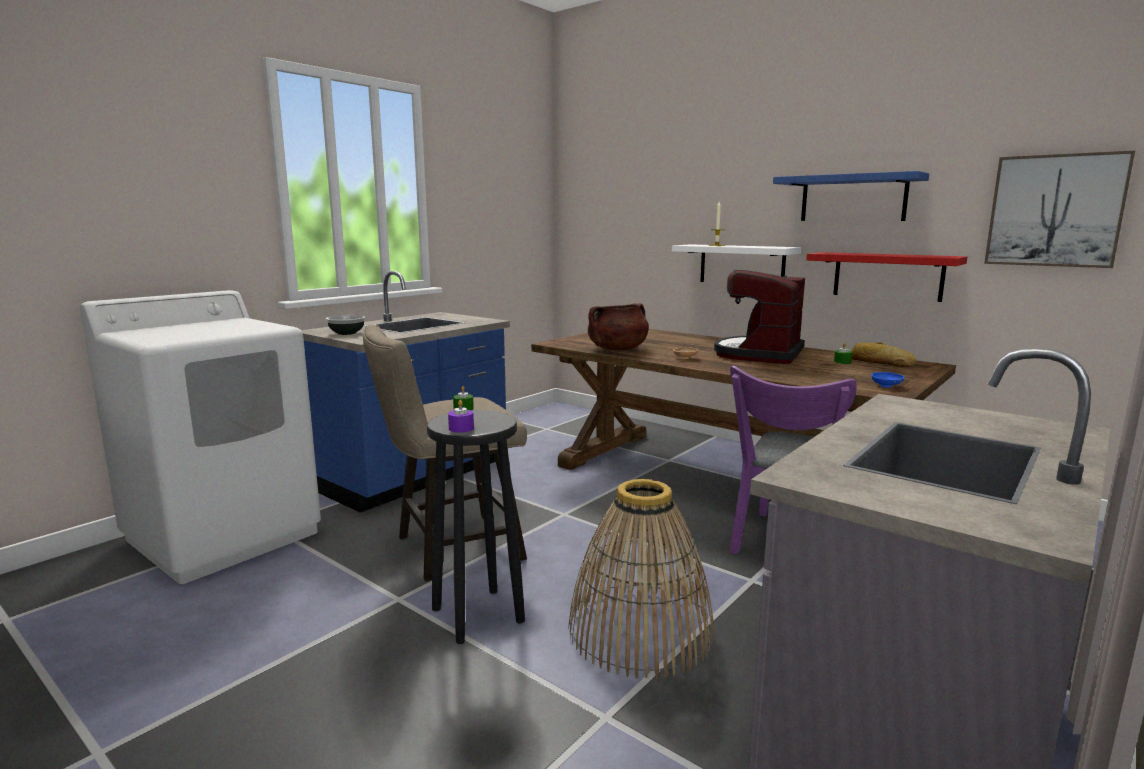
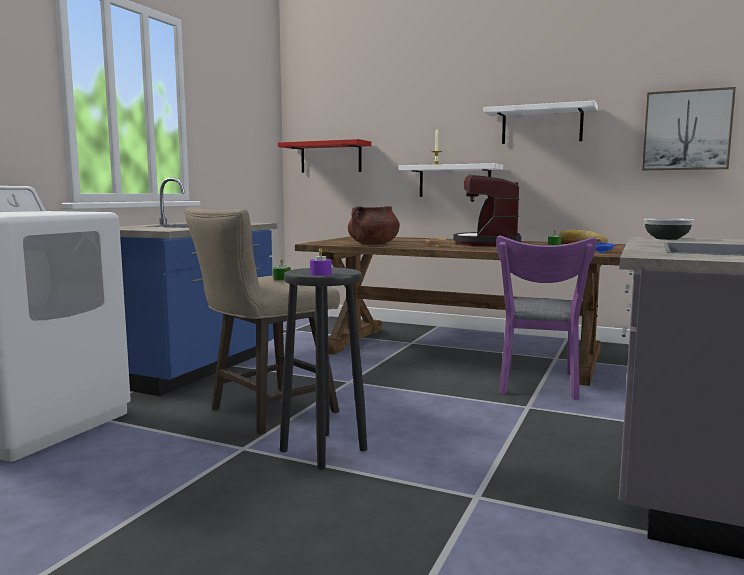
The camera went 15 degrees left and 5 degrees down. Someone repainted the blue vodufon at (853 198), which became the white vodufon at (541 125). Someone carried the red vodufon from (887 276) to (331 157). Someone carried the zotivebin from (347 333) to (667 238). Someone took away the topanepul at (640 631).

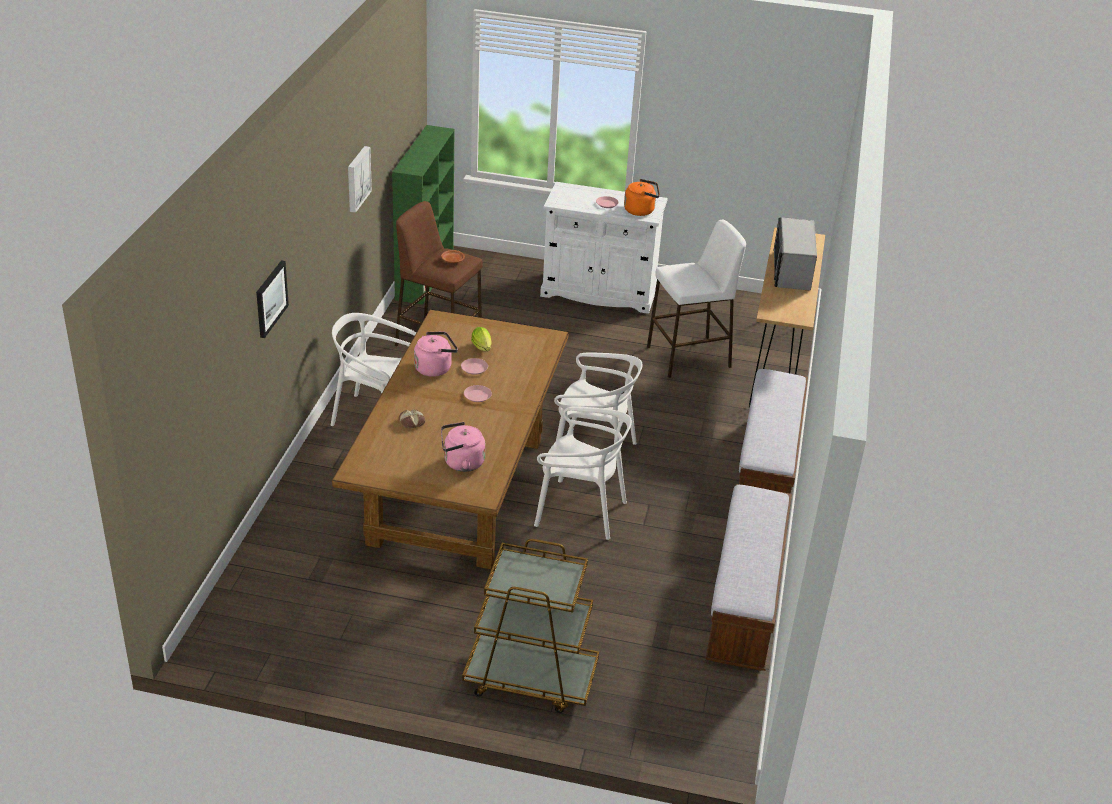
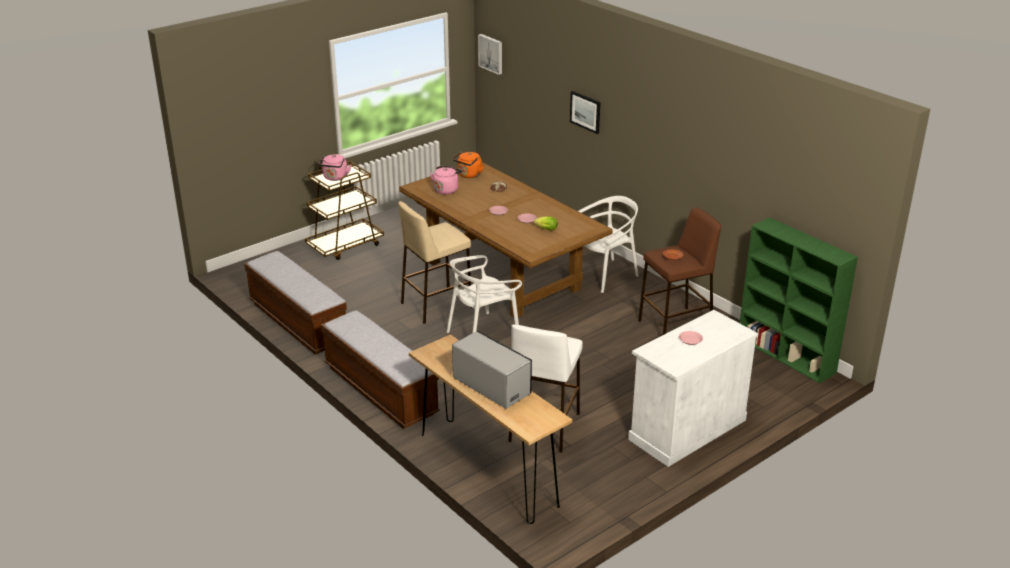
The camera went 130 degrees right and 5 degrees down. Someone carried the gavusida from (357 178) to (491 53). Someone carried the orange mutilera from (641 210) to (468 175). Someone carried the pink mutilera from (435 368) to (335 178). Someone swapped the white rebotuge at (580 511) for the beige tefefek at (436 305).

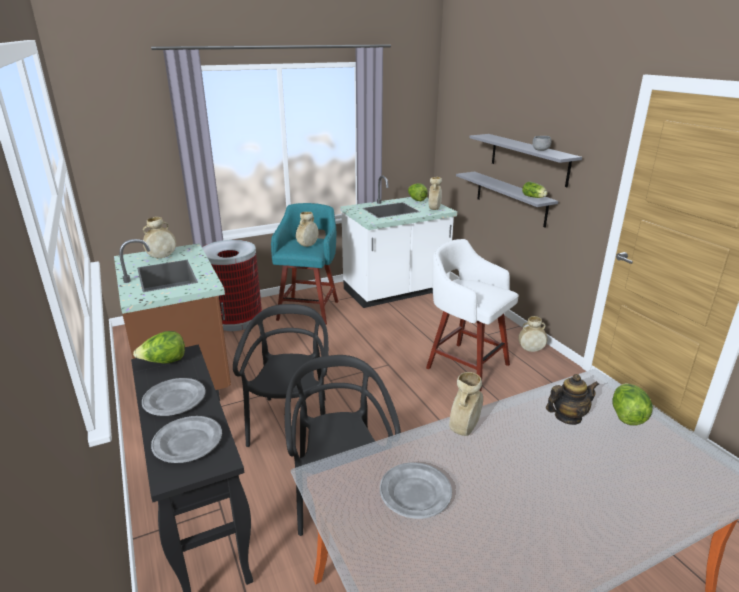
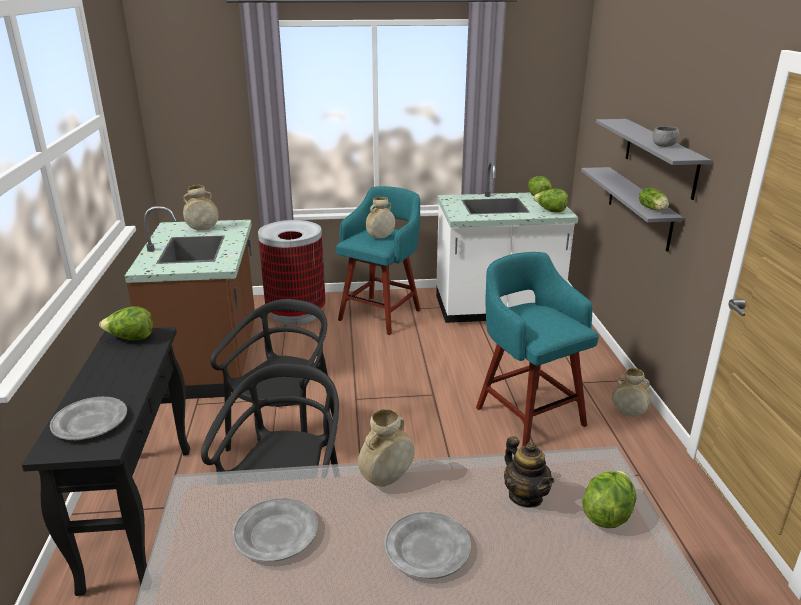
The camera went 20 degrees right and 0 degrees up. Someone swapped the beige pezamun at (434 209) for the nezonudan at (550 211). Someone repainted the white tefefek at (465 365), which became the turquoise tefefek at (528 414). Someone rotated the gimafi at (567 417) by 60 degrees clockwise. Someone carried the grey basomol from (174 399) to (427 548).

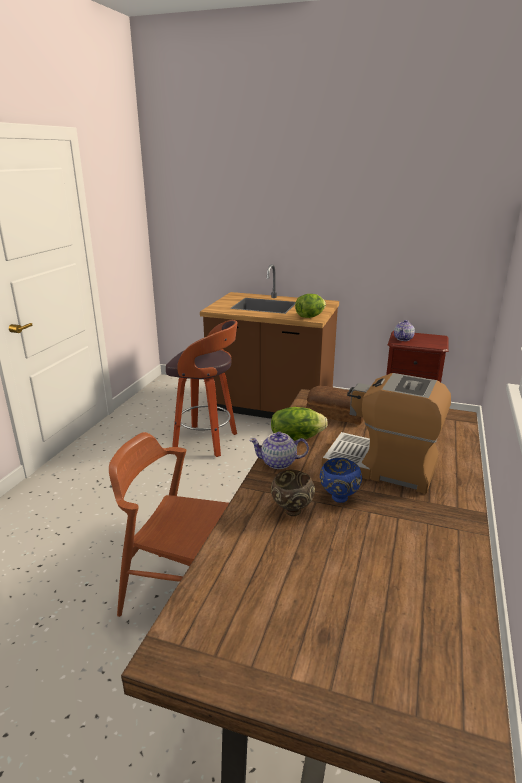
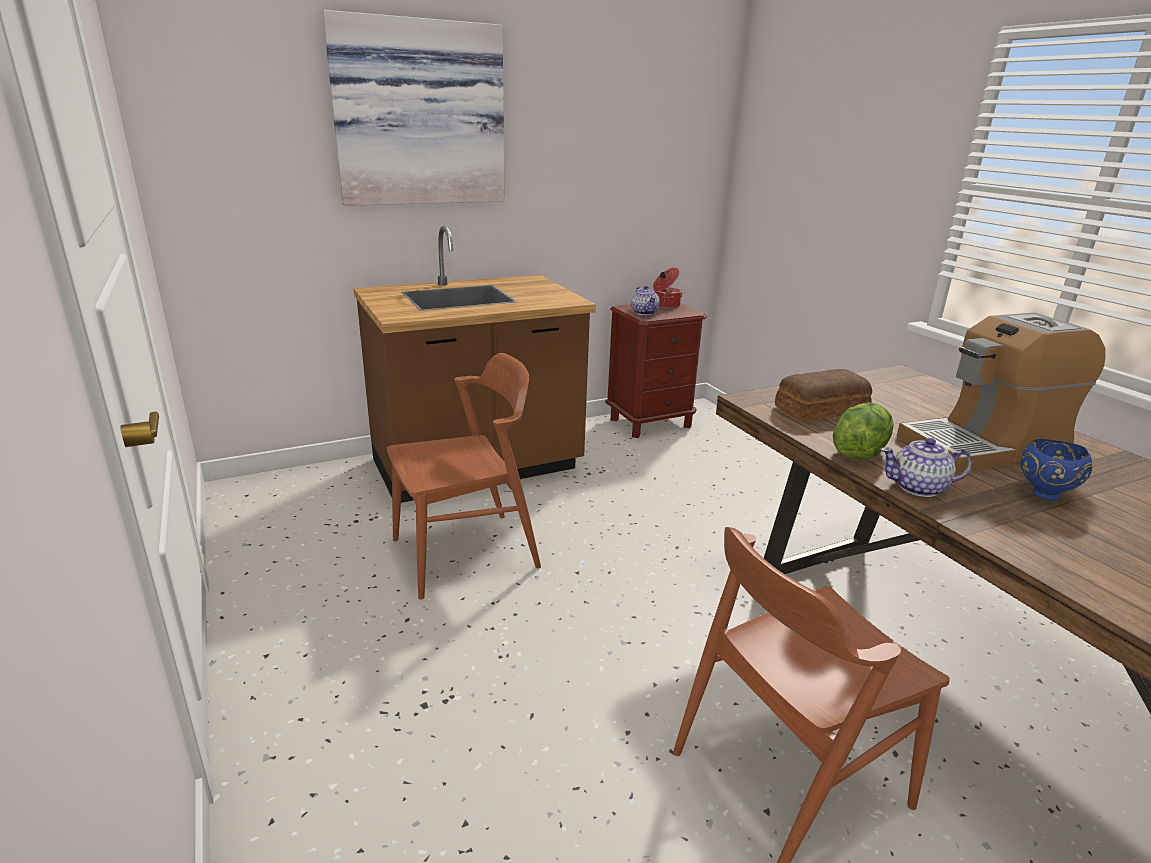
The camera went 45 degrees left and 0 degrees up. Someone took away the nezonudan at (310 317). Someone swapped the tefefek at (207 441) for the brown rebotuge at (466 553). Someone rotated the gimafi at (279 463) by 45 degrees clockwise. Someone took away the brown zotivebin at (291 511). Someone put up the gavusida at (419 114). Someone put down the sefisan at (665 305).

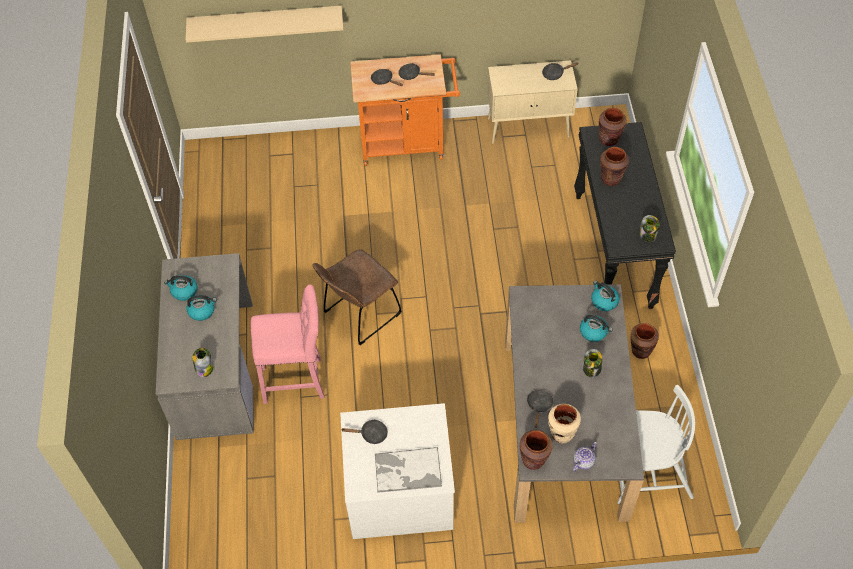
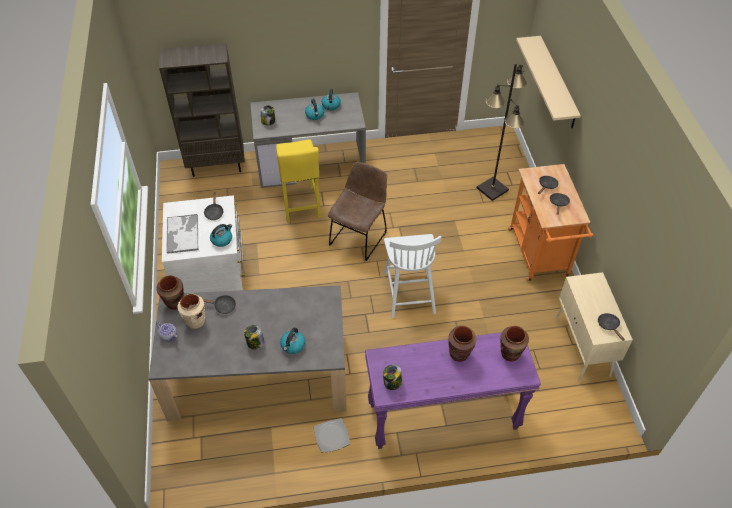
The camera went 85 degrees right and 5 degrees down. Someone repainted the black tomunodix at (614 251), which became the purple tomunodix at (442 417). Someone rotated the brown rebotuge at (359 315) by 75 degrees clockwise. Someone carried the mutilera from (604 301) to (222 239). Someone repainted the pink tefefek at (297 381), which became the yellow tefefek at (301 206). Someone swapped the brown pezamun at (640 351) for the basomol at (331 436). Someone carried the white rebotuge from (648 474) to (409 291). Someone put down the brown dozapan at (217 166). Someone put down the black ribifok at (493 189).

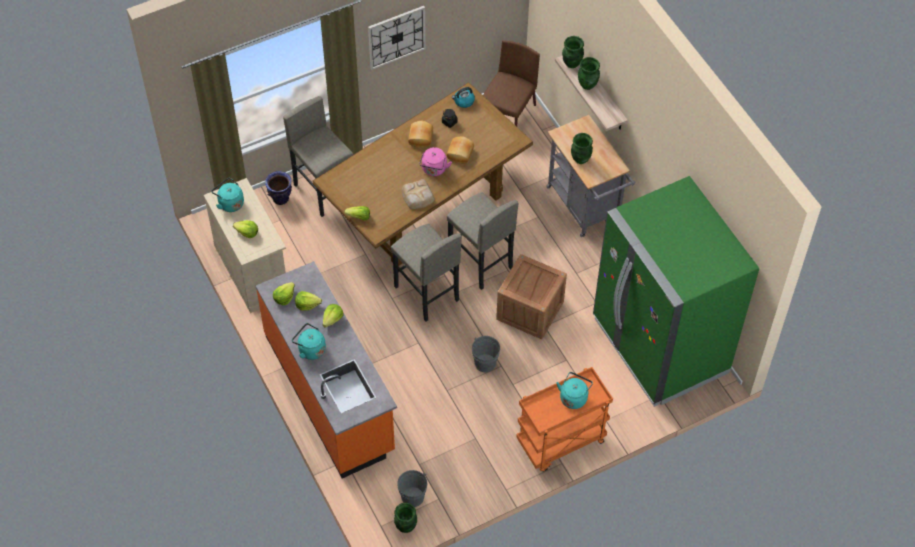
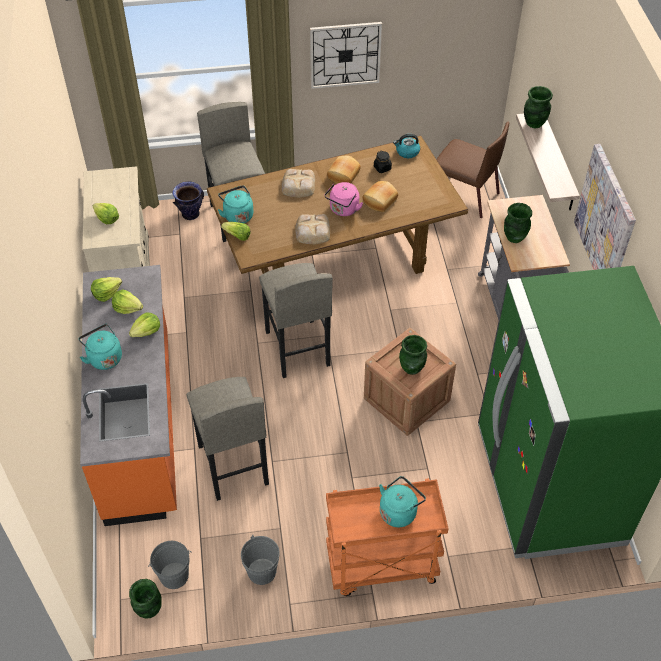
The camera went 20 degrees right and 5 degrees down. Someone rotated the brown rebotuge at (508 116) by 75 degrees clockwise. Someone carried the green pezamun from (588 85) to (412 368). Someone carried the turquoise mutilera from (229 203) to (237 215). Someone carried the grey tefefek from (480 262) to (232 465). Someone carried the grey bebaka from (485 363) to (262 571). Someone put up the gavusida at (605 220). Someone put down the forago at (298 186).

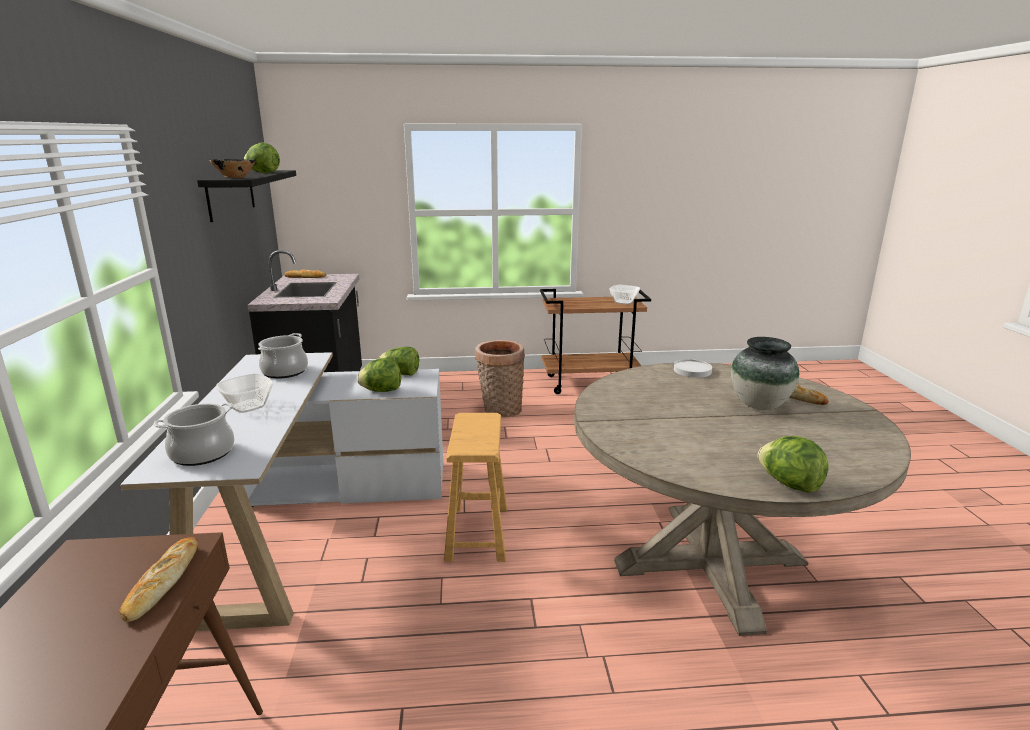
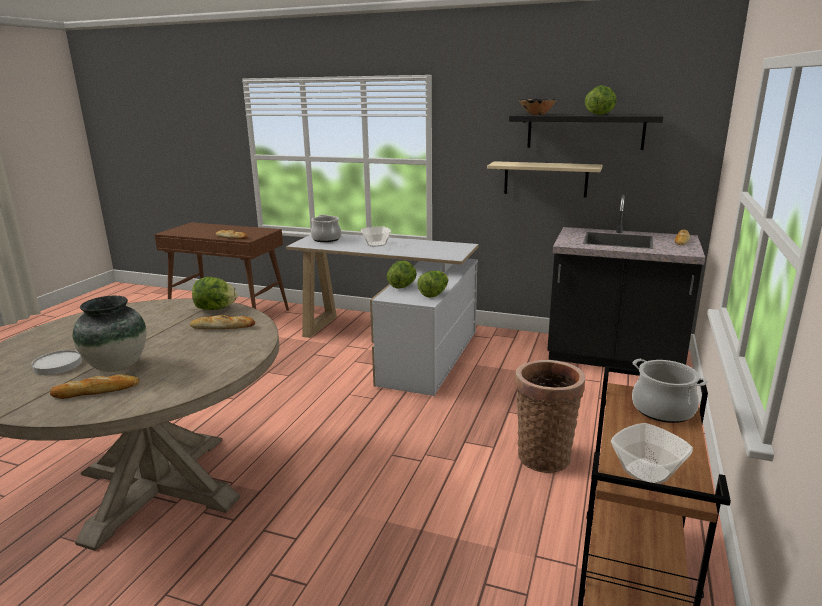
The camera went 115 degrees right and 0 degrees up. Someone carried the sefisan from (284 371) to (663 409). Someone carried the white basomol from (692 371) to (57 365). Someone took away the brown tefefek at (477 533). Someone carried the nezonudan from (789 484) to (215 309). Someone put up the beige vodufon at (545 179). Someone put down the forago at (223 327).

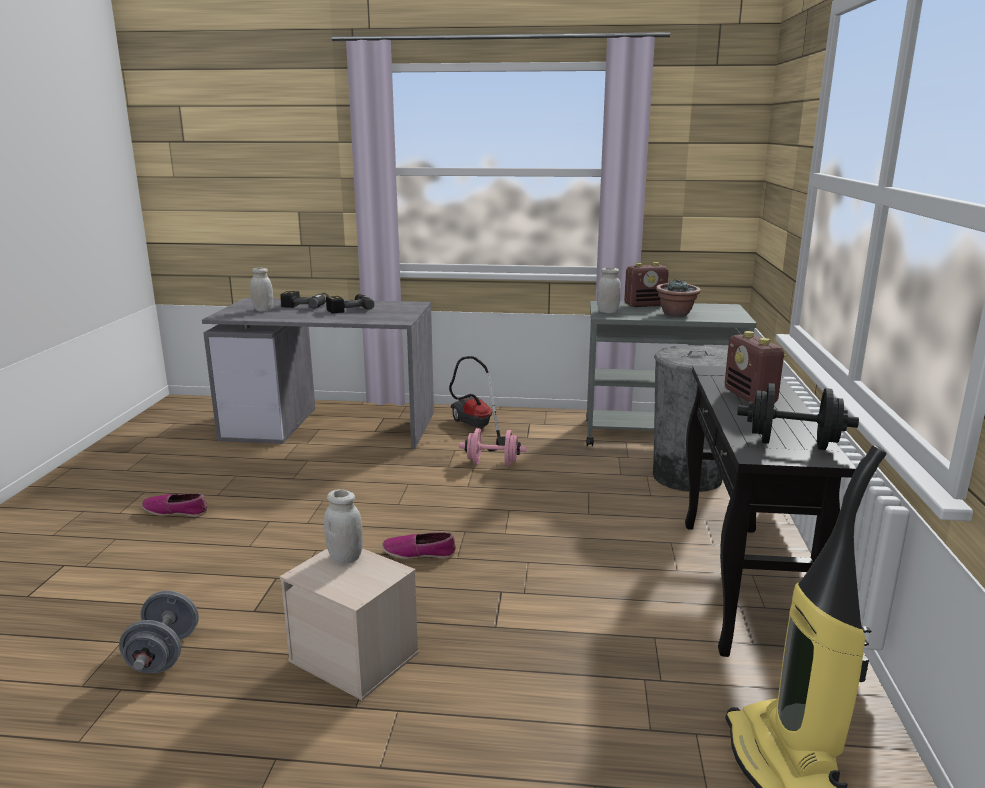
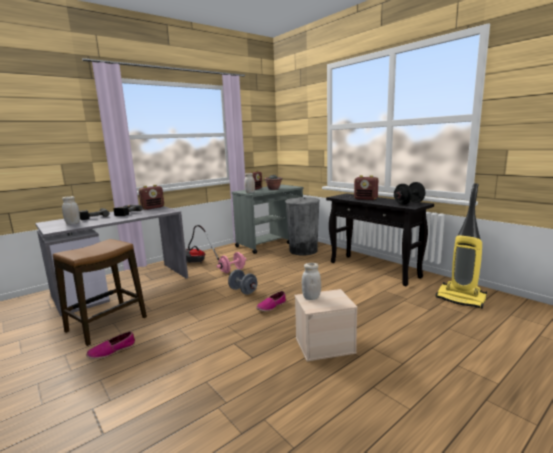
The camera went 45 degrees left and 5 degrees down. Someone carried the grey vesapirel from (164 654) to (243 291). Someone put down the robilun at (153 208). Someone put down the tefefek at (106 325).

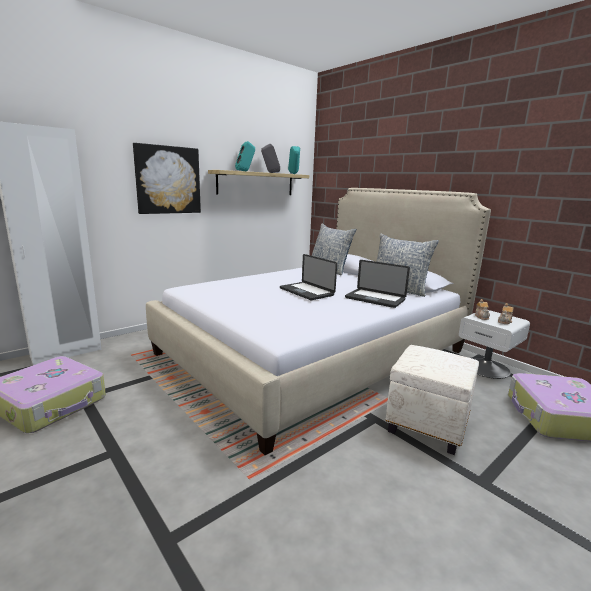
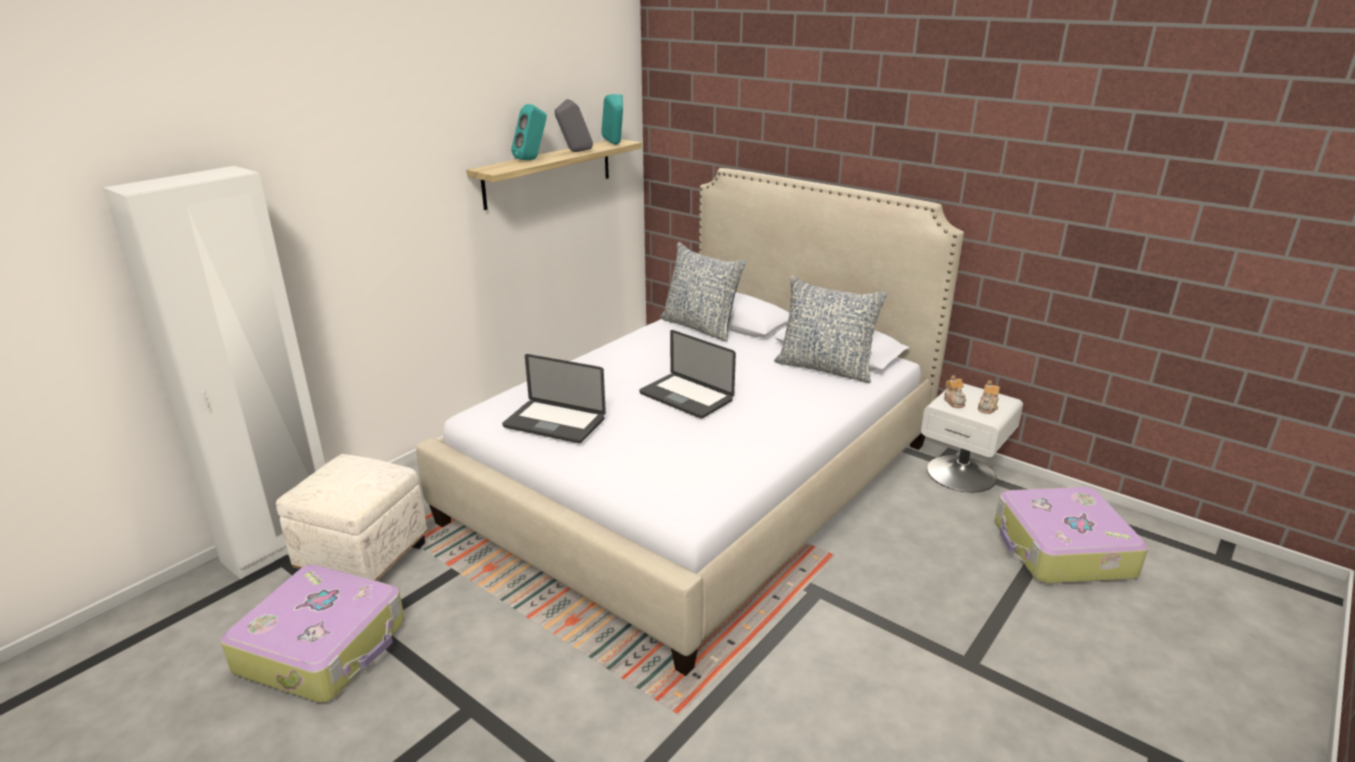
The camera went 10 degrees left and 10 degrees up. Someone took away the gavusida at (168 180). Someone carried the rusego from (375 299) to (554 423). Someone carried the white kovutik from (427 426) to (364 561).

